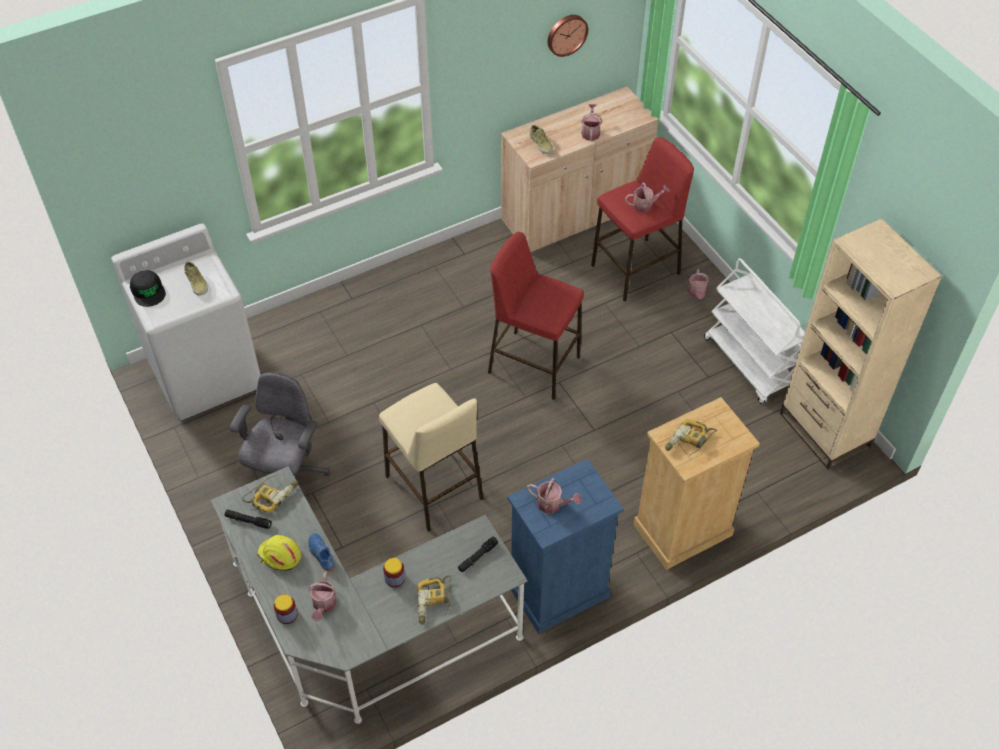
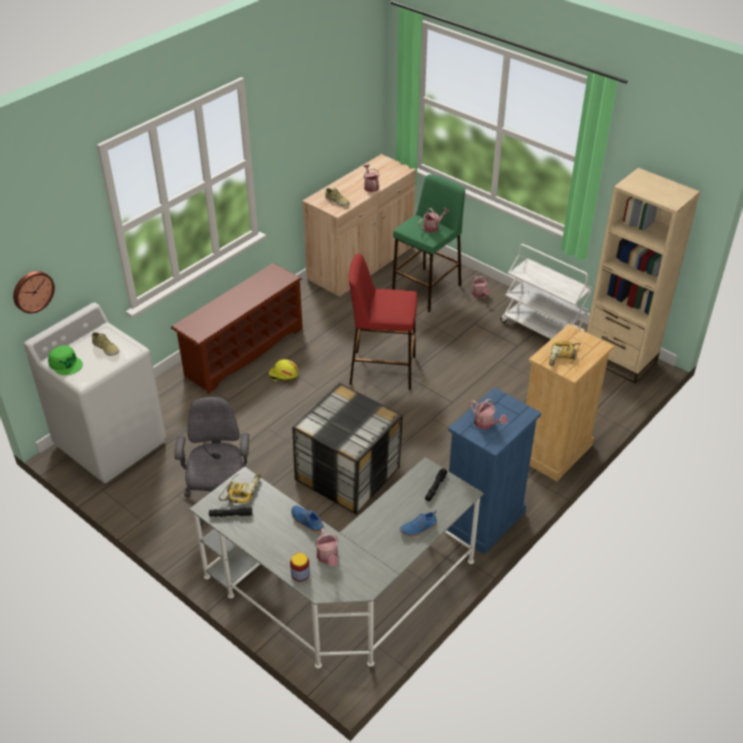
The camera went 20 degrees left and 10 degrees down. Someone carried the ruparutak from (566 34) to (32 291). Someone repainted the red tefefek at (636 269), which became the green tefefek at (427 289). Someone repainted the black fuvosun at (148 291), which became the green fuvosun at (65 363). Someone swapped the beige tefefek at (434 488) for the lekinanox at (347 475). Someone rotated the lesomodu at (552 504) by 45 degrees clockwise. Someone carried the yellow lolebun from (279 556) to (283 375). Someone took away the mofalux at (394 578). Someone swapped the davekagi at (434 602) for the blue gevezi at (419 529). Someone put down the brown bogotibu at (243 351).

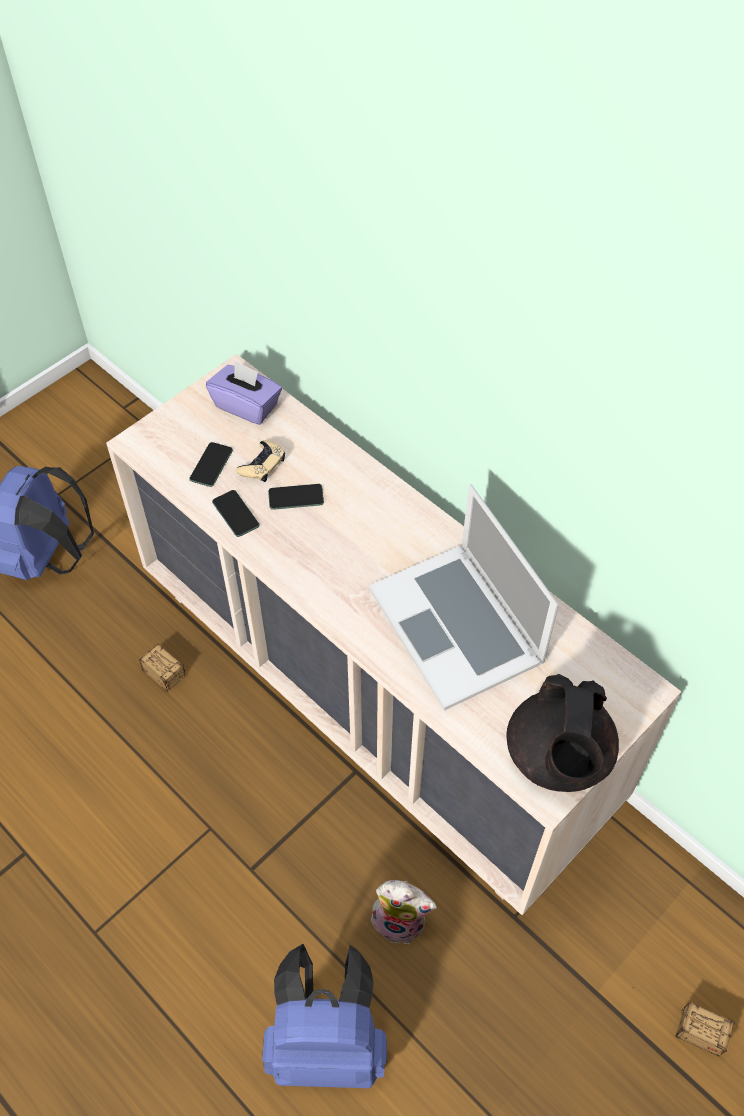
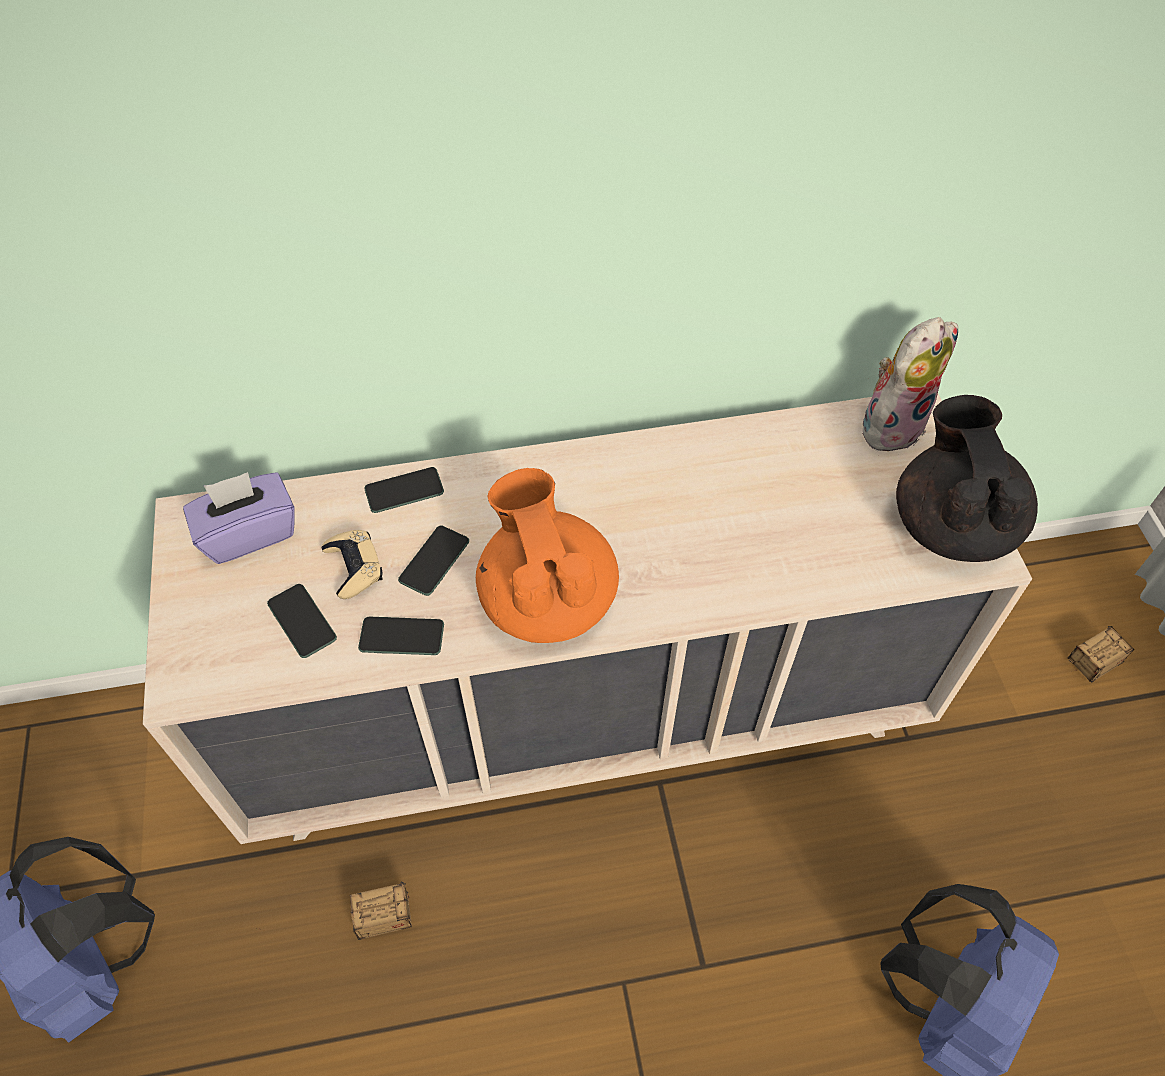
The camera went 55 degrees left and 0 degrees up. Someone took away the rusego at (456 624). Someone rotated the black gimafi at (557 757) by 135 degrees counterclockwise. Someone carried the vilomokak from (400 920) to (891 424). Someone put down the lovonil at (404 491). Someone put down the orange gimafi at (547 598).

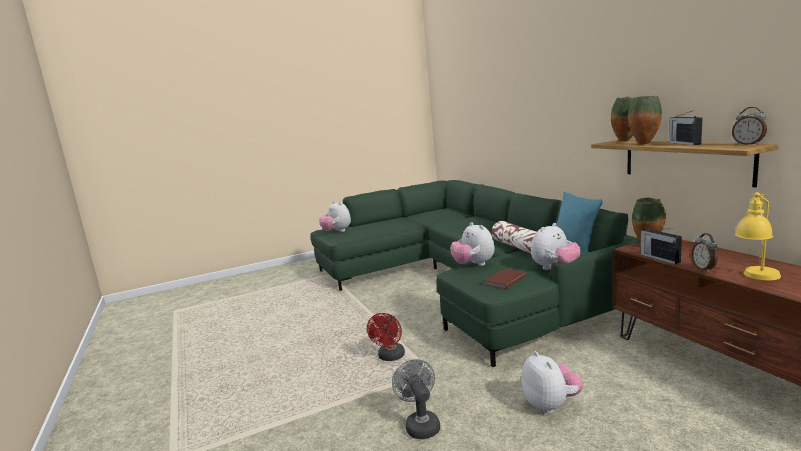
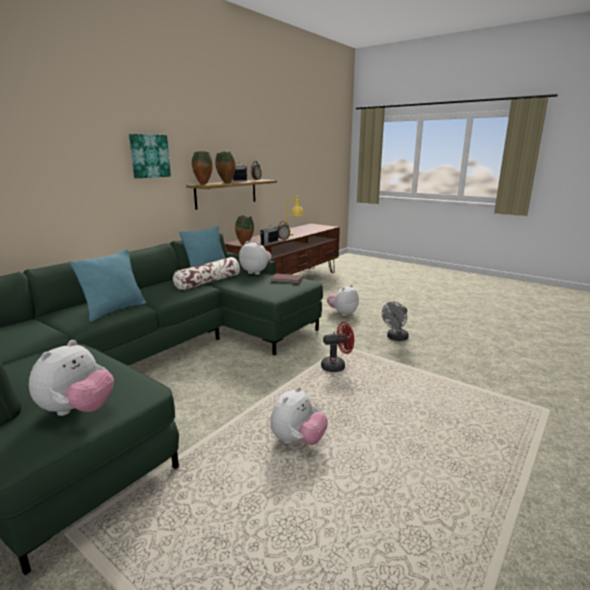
The camera went 120 degrees left and 5 degrees up. Someone carried the vilomokak from (473 265) to (298 440). Someone put up the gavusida at (149 156). Someone put down the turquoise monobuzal at (114 310).

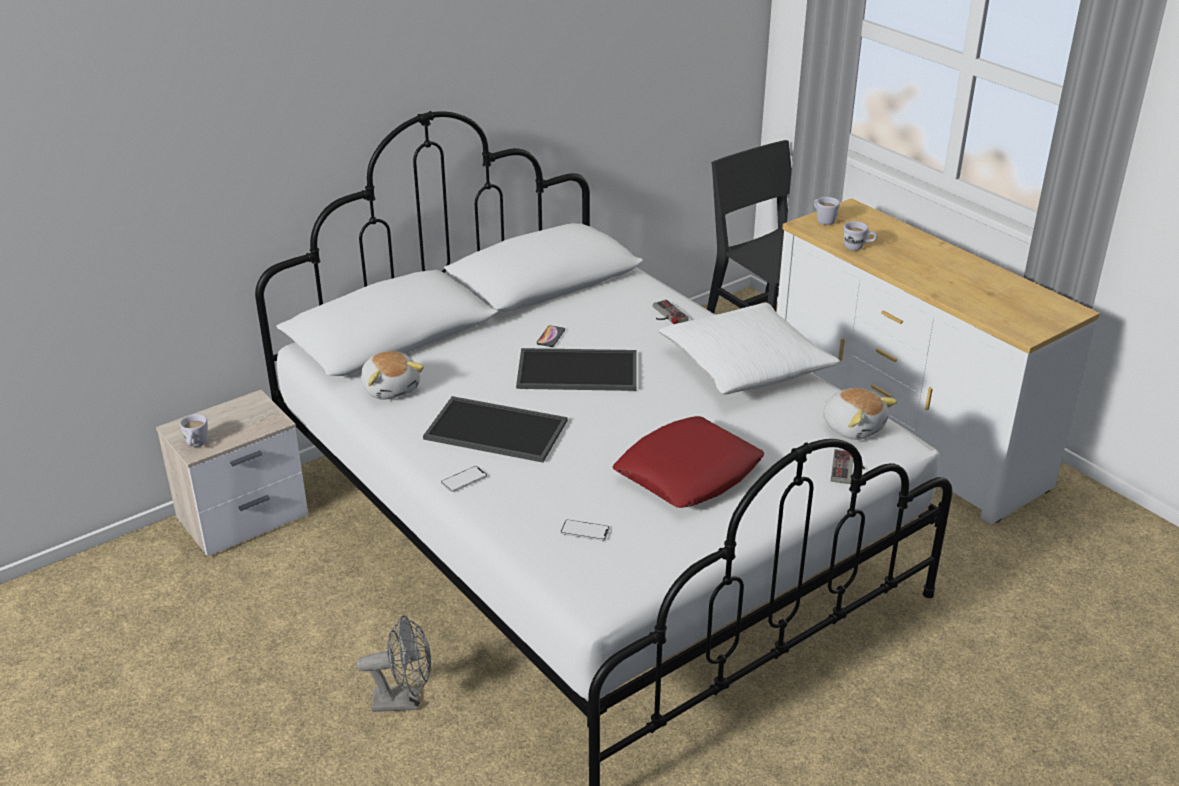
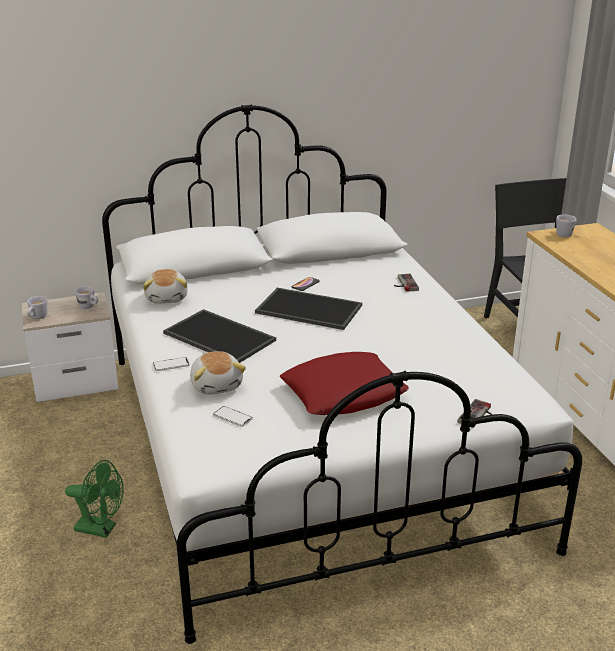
The camera went 20 degrees right and 5 degrees down. Someone carried the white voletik from (858 247) to (89 307). Someone took away the white monobuzal at (745 366). Someone carried the vilomokak from (853 427) to (217 385). Someone repainted the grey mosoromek at (404 700), which became the green mosoromek at (101 529).

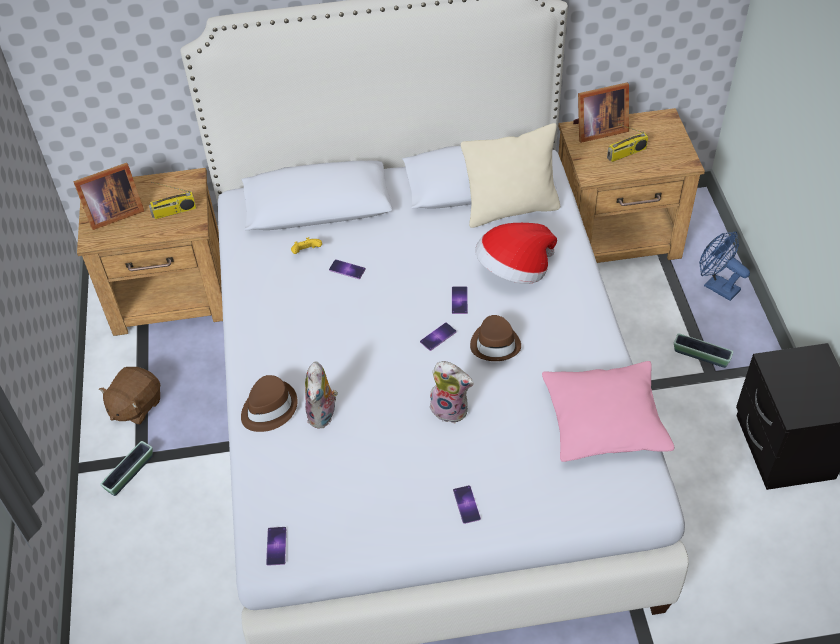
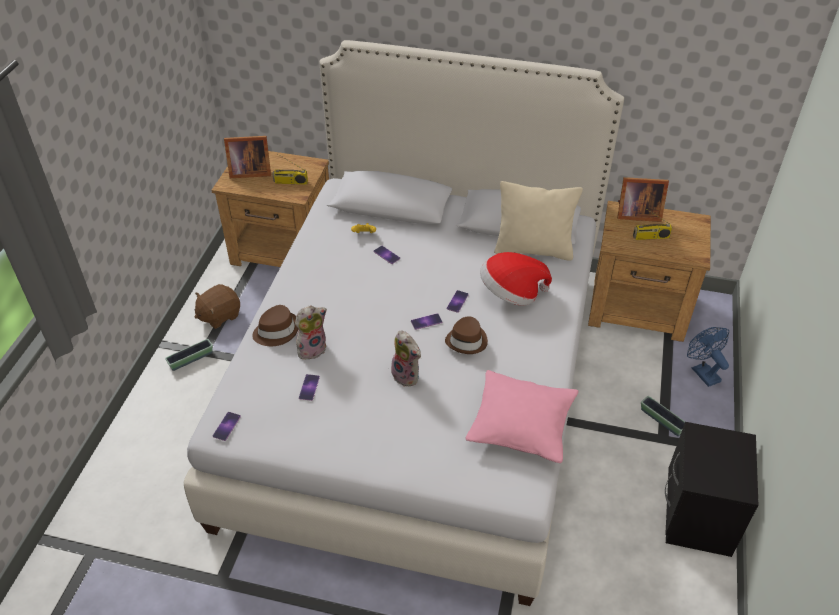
The camera went 20 degrees right and 5 degrees down. Someone rotated the vilomokak at (323 415) by 150 degrees counterclockwise. Someone carried the lovonil from (466 504) to (309 387).

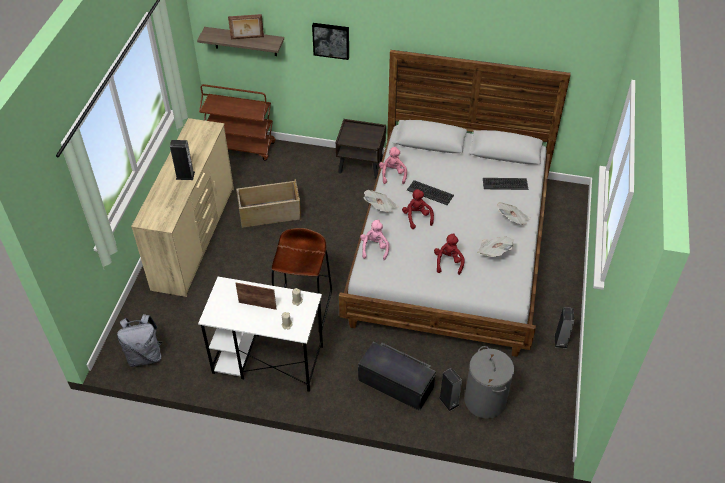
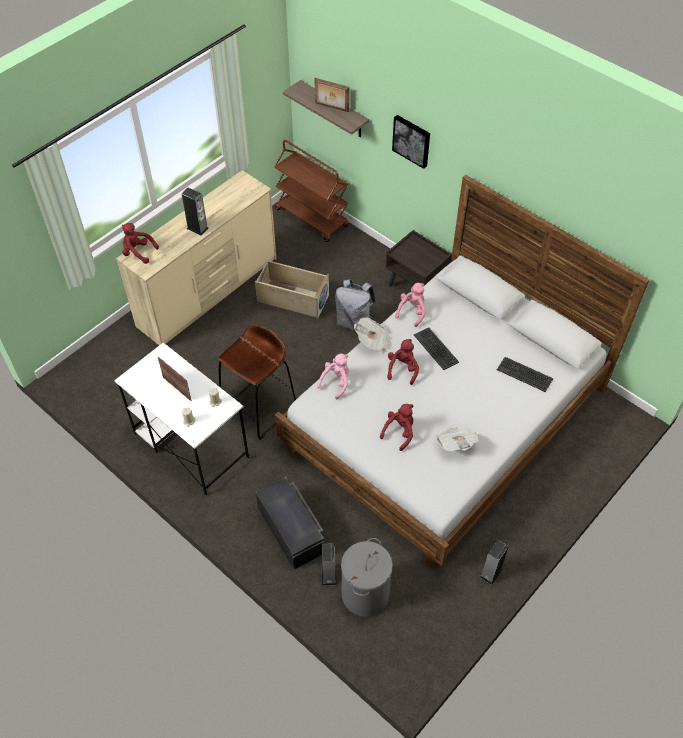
The camera went 30 degrees right and 5 degrees up. Someone took away the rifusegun at (512 220). Someone carried the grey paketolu from (145 355) to (354 322). Someone put down the red vilomokak at (138 252).

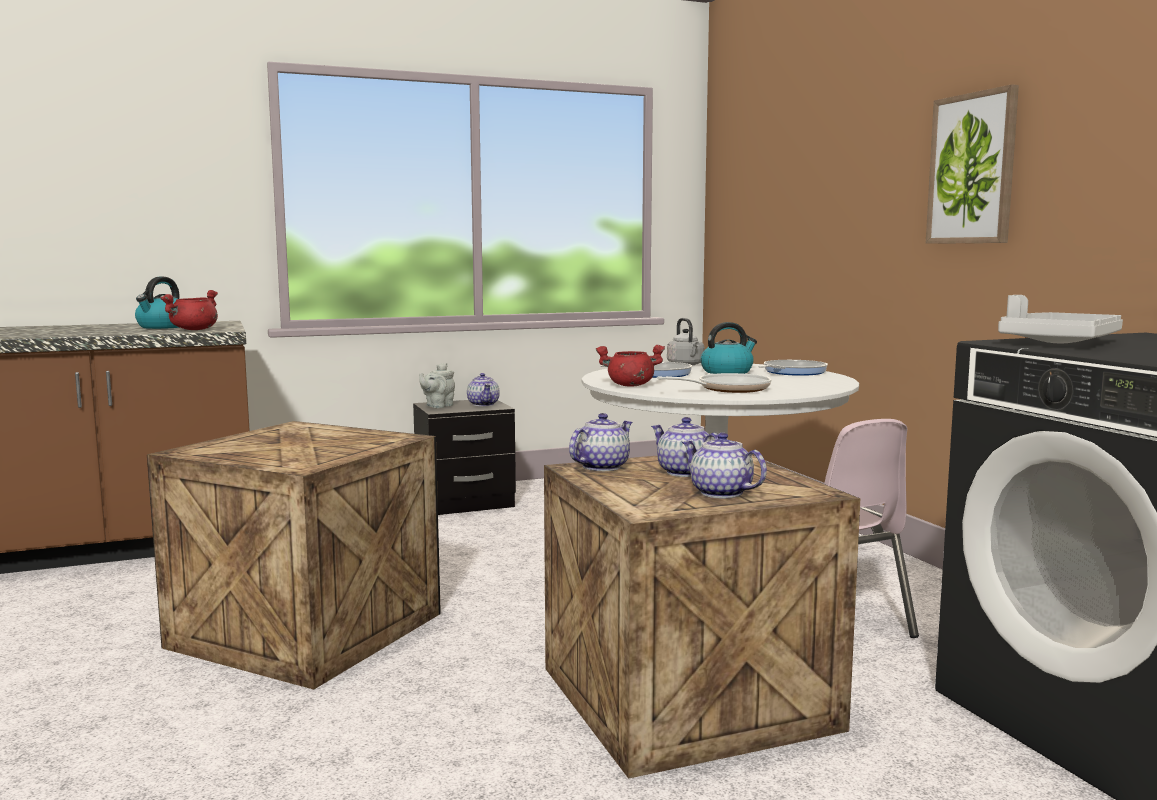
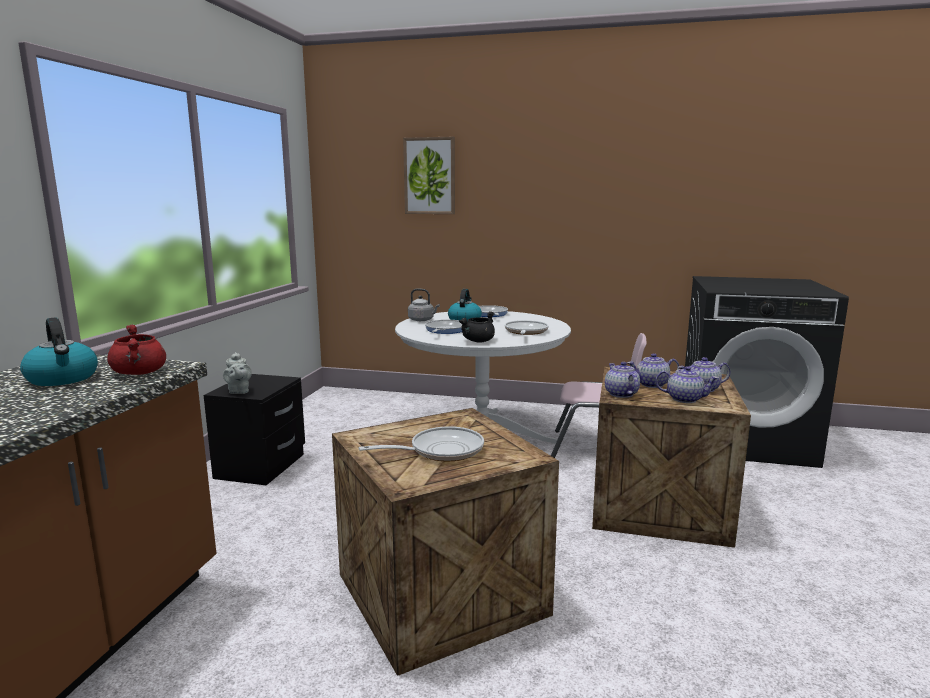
The camera went 55 degrees left and 5 degrees up. Someone carried the gavusida from (972 169) to (429 176). Someone took away the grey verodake at (1059 343). Someone repainted the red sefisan at (629 385), which became the black sefisan at (478 341). Someone carried the gimafi from (484 404) to (685 399). Someone put down the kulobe at (440 451).

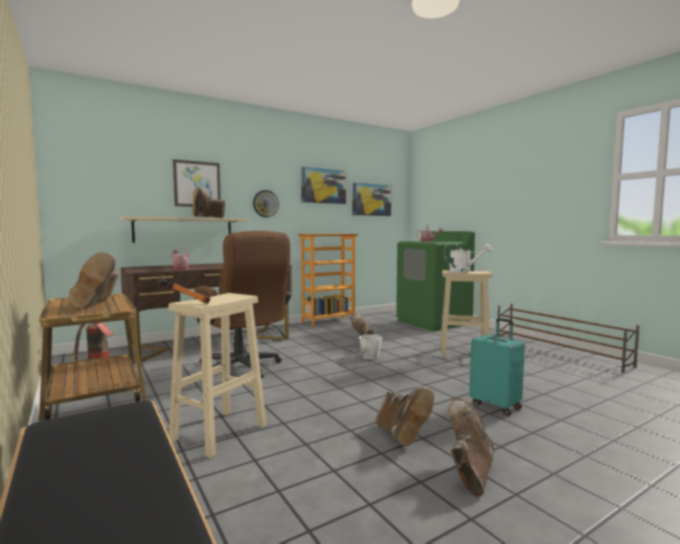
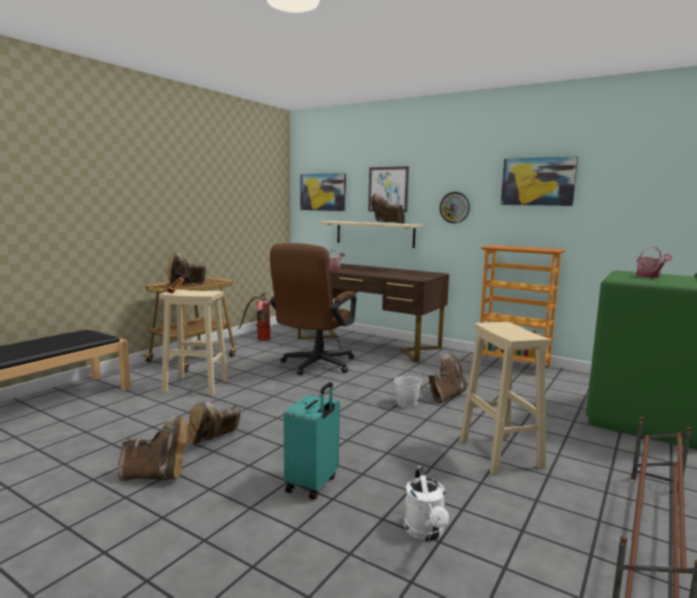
The camera went 65 degrees right and 5 degrees up. Someone carried the gavusida from (371 200) to (323 192). Someone carried the white lesomodu from (464 271) to (426 533).

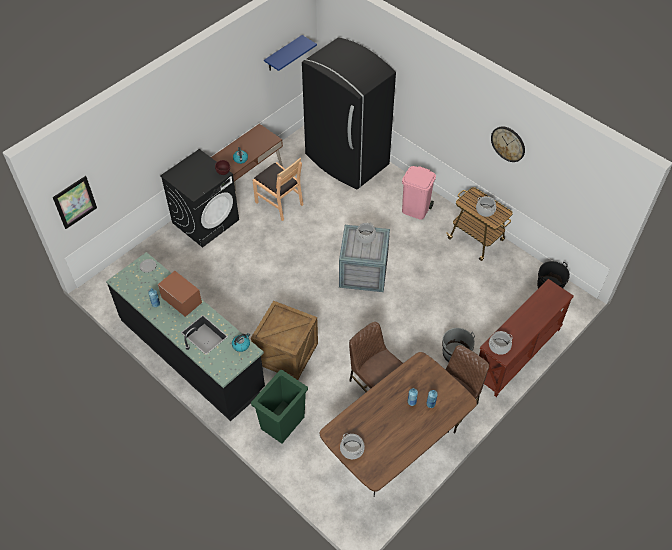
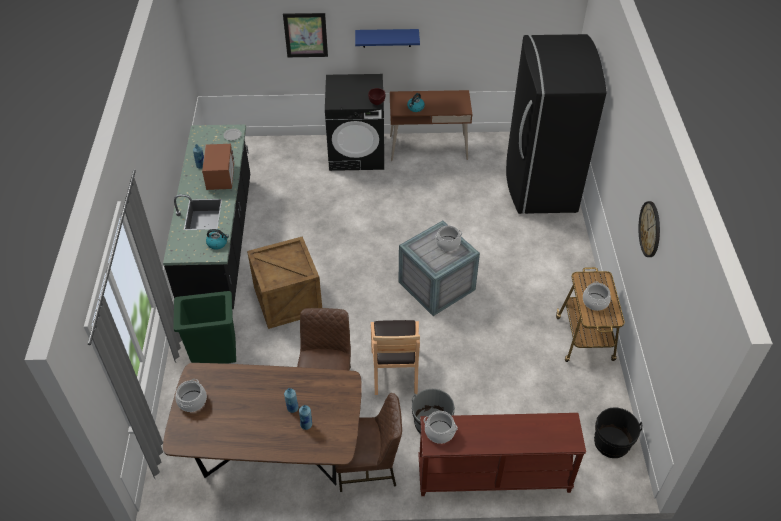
The camera went 45 degrees right and 5 degrees down. Someone carried the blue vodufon from (283 54) to (387 38). Someone carried the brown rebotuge from (279 203) to (395 371). Someone took away the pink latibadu at (416 209). Someone carried the gavusida from (75 202) to (305 35).

